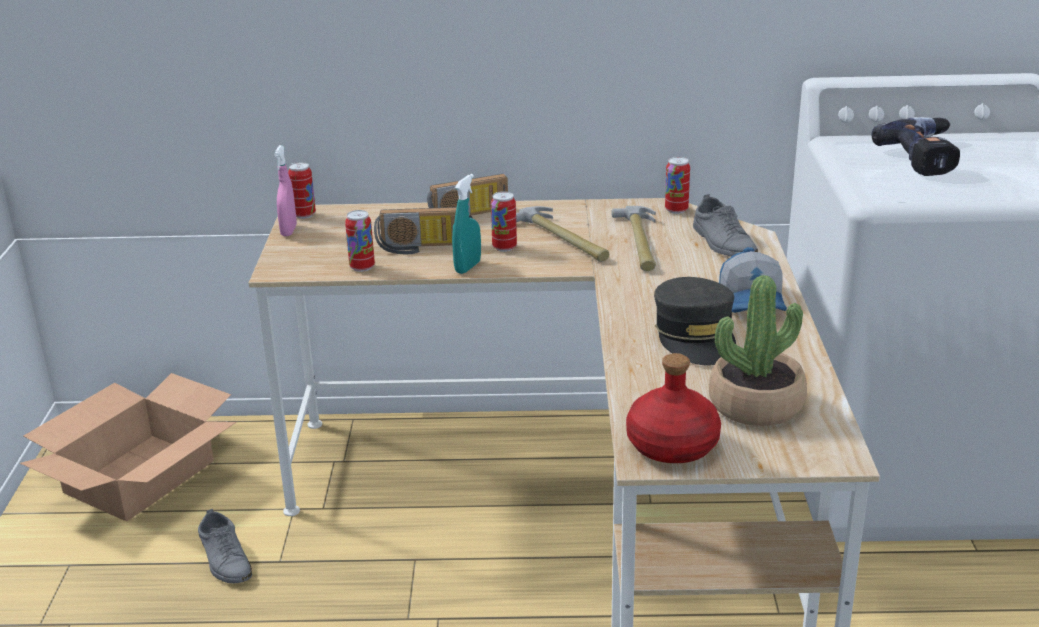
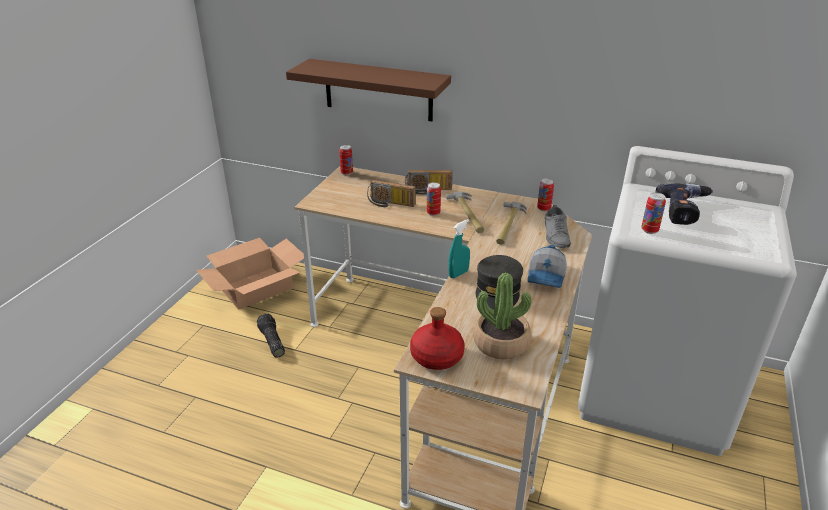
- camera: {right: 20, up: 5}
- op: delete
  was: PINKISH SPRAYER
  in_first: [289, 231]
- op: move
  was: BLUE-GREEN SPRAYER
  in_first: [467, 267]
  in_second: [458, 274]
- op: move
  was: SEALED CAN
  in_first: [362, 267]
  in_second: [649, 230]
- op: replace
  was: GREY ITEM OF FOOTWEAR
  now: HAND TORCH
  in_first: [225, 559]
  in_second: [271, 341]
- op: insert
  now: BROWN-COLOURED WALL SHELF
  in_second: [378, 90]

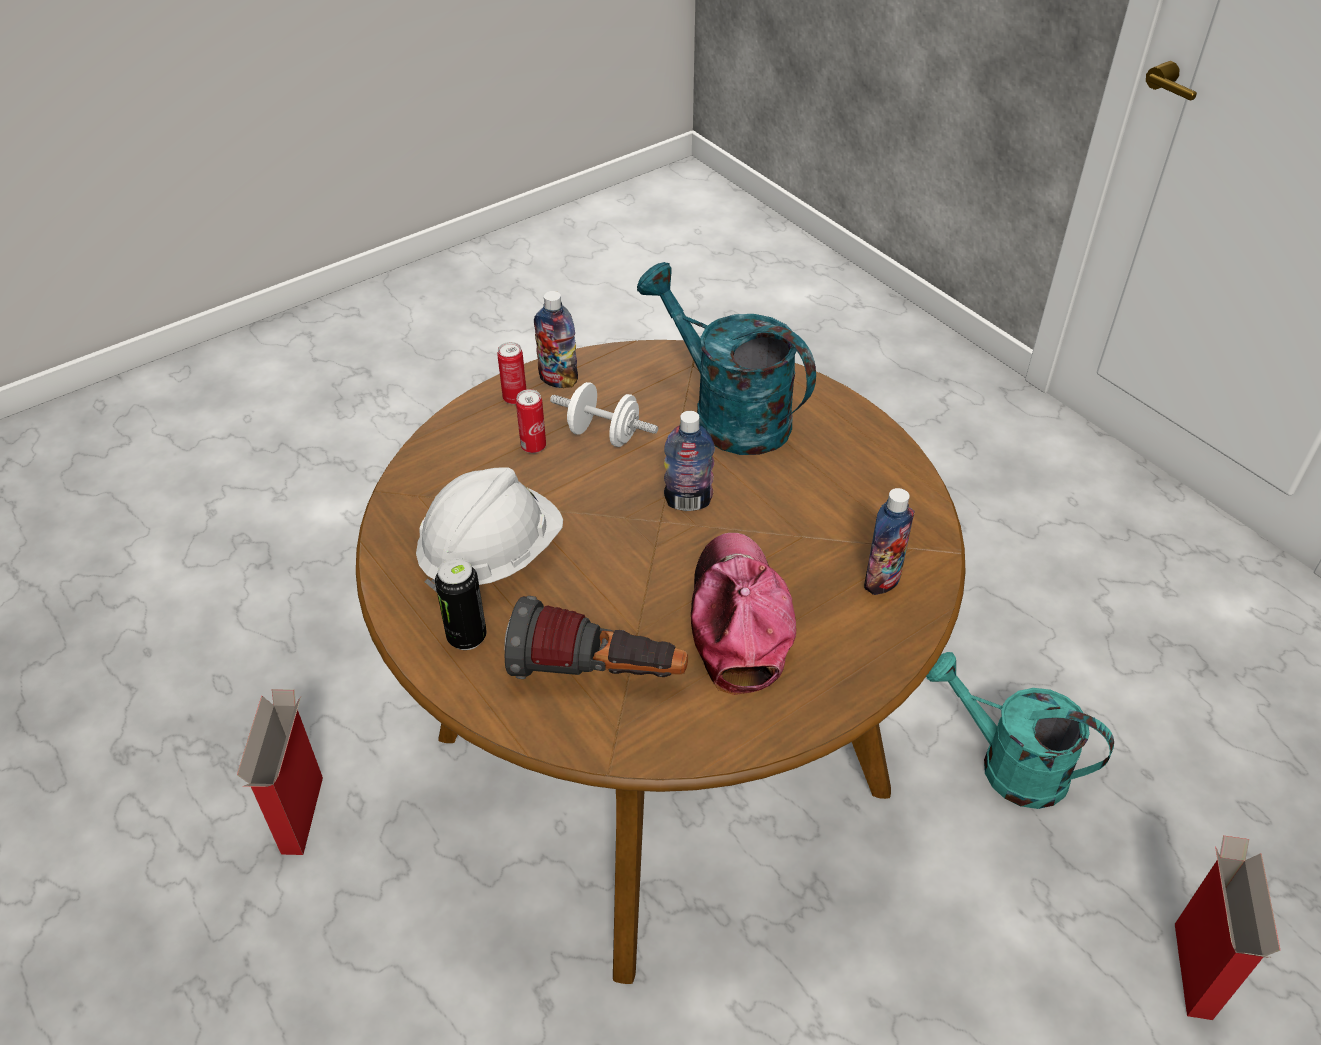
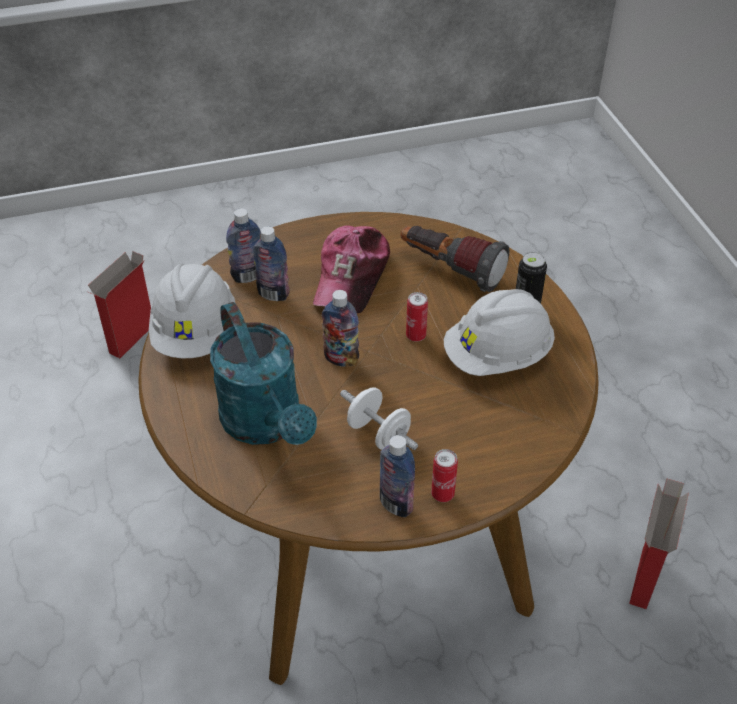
- camera: {right: -160, up: 0}
- op: move
  was: SEALED CAN
  in_first: [533, 446]
  in_second: [416, 336]
- op: delete
  was: BLUE-GREEN SPRINKLING CAN
  in_first: [1008, 765]
- op: insert
  now: BOTTLE
  in_second: [273, 294]
- op: insert
  now: WHITE-COLOURED HARD HAT
  in_second: [195, 333]

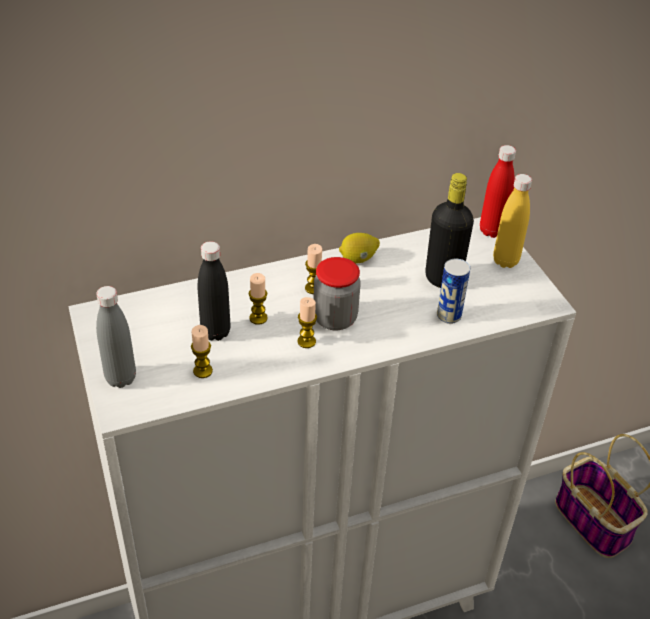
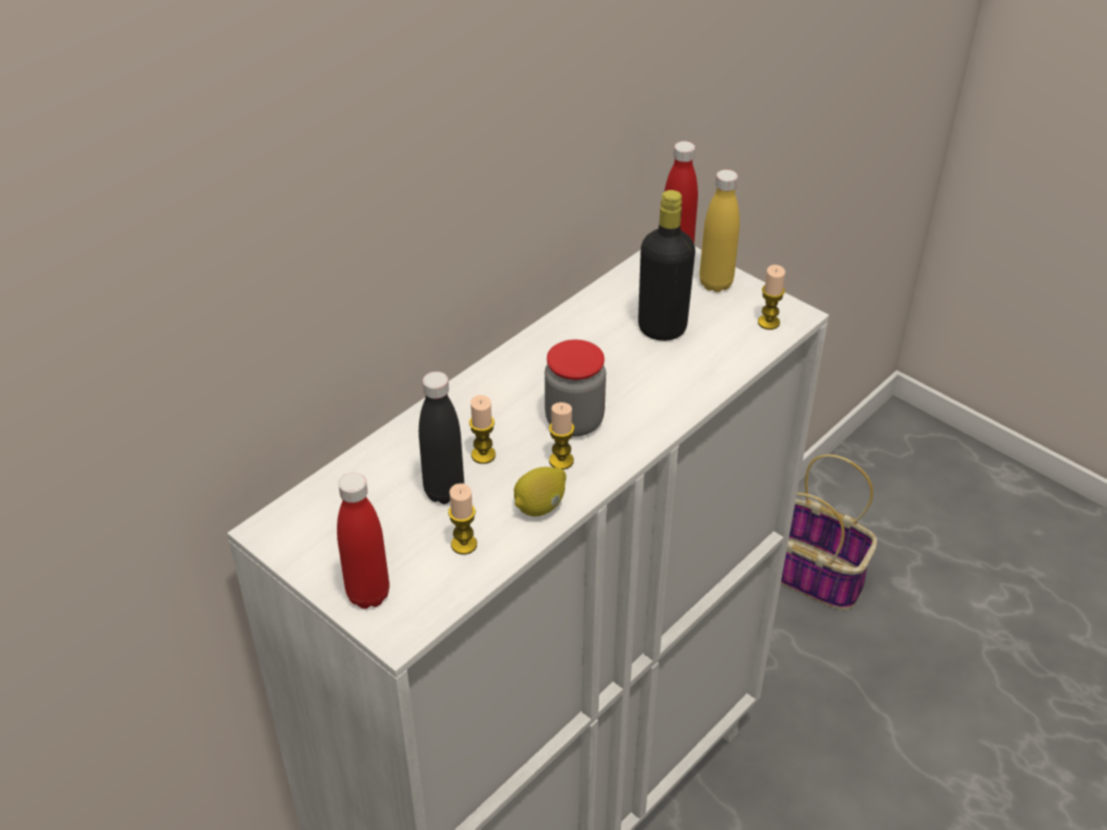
- camera: {right: -25, up: 0}
- op: move
  was: WHOLE LEMON
  in_first: [358, 259]
  in_second: [540, 506]
- op: move
  was: WAX LIGHT
  in_first: [313, 288]
  in_second: [768, 322]
- op: delete
  was: SEALED CAN
  in_first: [449, 316]
- op: recolor
  was: GREY BOTTLE
  now: RED BOTTLE
  in_first: [121, 378]
  in_second: [368, 594]

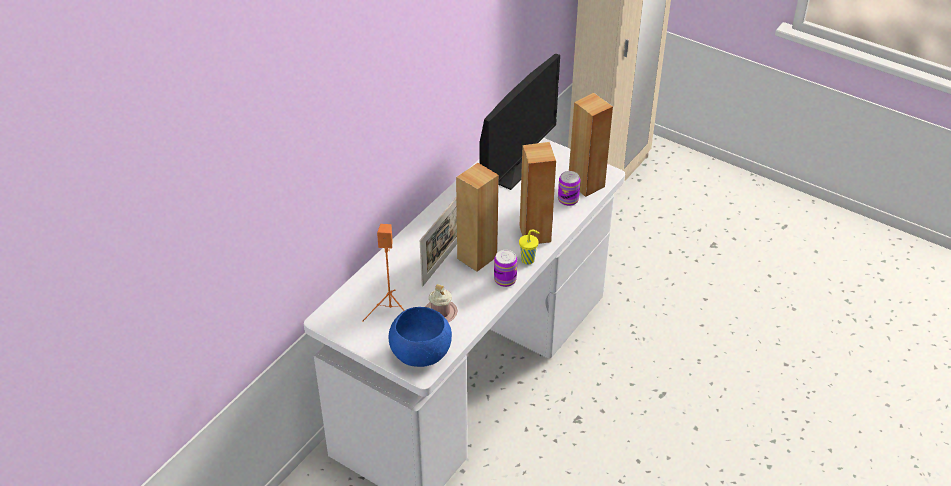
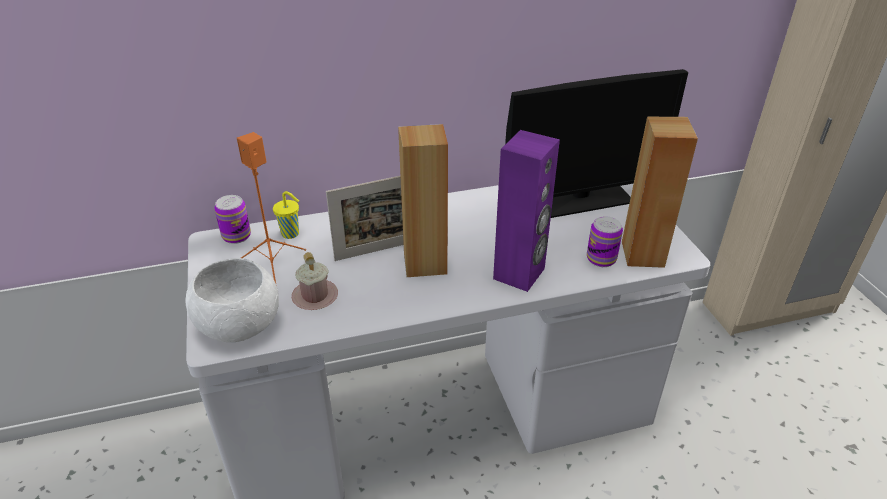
- camera: {right: 40, up: -5}
- op: recolor
  was: BROWN-COLOURED SPEAKER
  now: PURPLE-COLOURED SPEAKER
  in_first: [535, 234]
  in_second: [519, 274]
- op: move
  was: YELLOWISH SMALL CUP
  in_first: [528, 259]
  in_second: [291, 234]
- op: move
  was: SEALED CAN
  in_first: [505, 280]
  in_second: [236, 236]
- op: recolor
  was: BLUISH SERVING BOWL
  now: WHITE-COLOURED SERVING BOWL
  in_first: [420, 353]
  in_second: [239, 324]

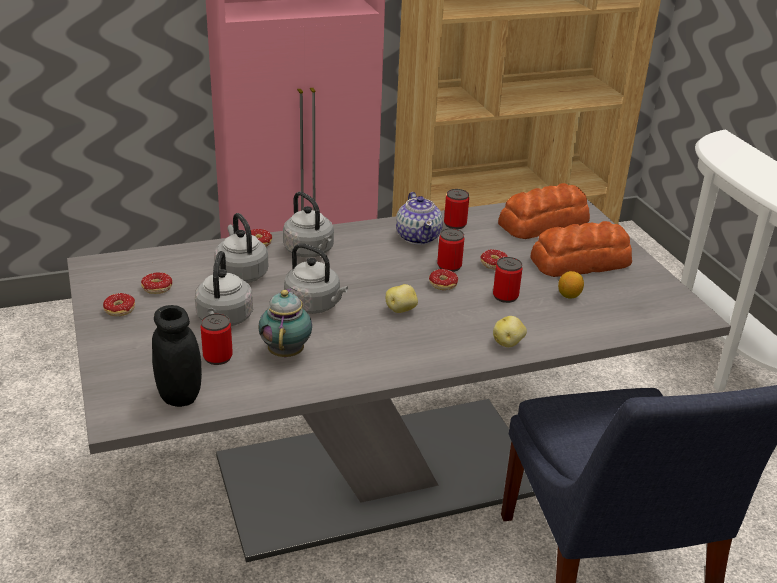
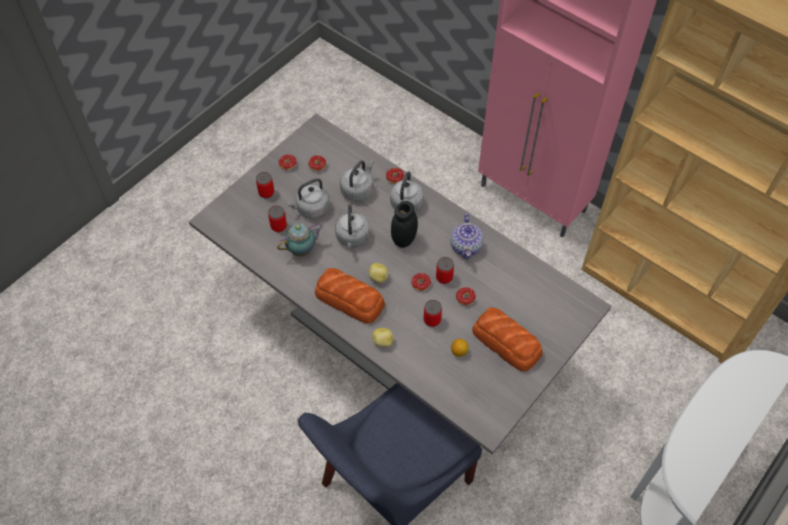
- camera: {right: 60, up: 25}
- op: move
  was: BAKERY BREAD
  in_first: [544, 223]
  in_second: [350, 300]
- op: move
  was: SEALED CAN
  in_first: [455, 224]
  in_second: [266, 192]
- op: rotate
  was: TEA POT
  in_first: [418, 237]
  in_second: [466, 246]
  clockwise: -45
- op: move
  was: BLACK STORAGE JAR
  in_first: [179, 396]
  in_second: [404, 239]

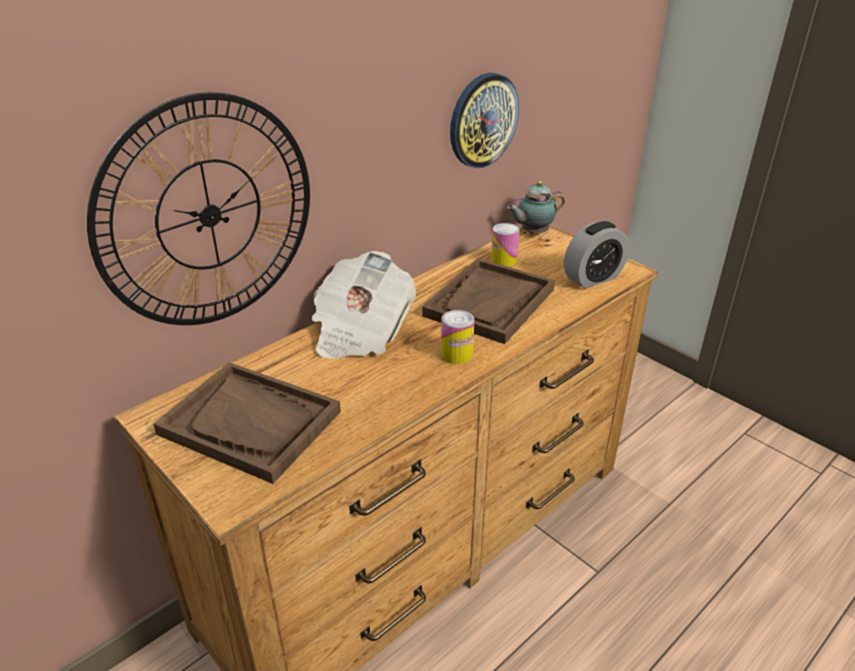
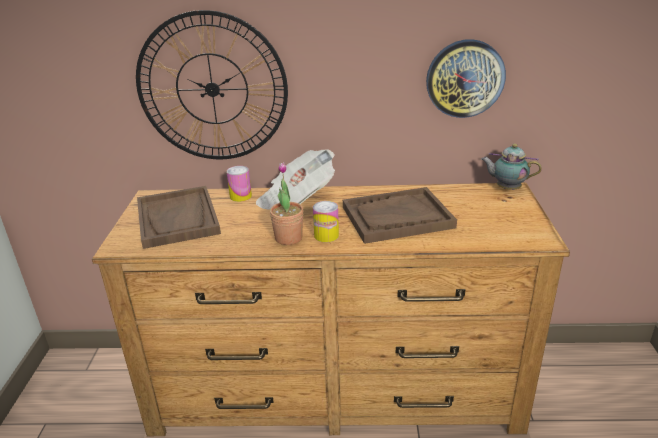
- camera: {right: 45, up: -5}
- op: delete
  was: TABLE CLOCK
  in_first: [593, 278]
- op: move
  was: SEALED CAN
  in_first: [504, 260]
  in_second: [240, 196]
- op: insert
  now: PLANT IN A POT
  in_second: [288, 238]

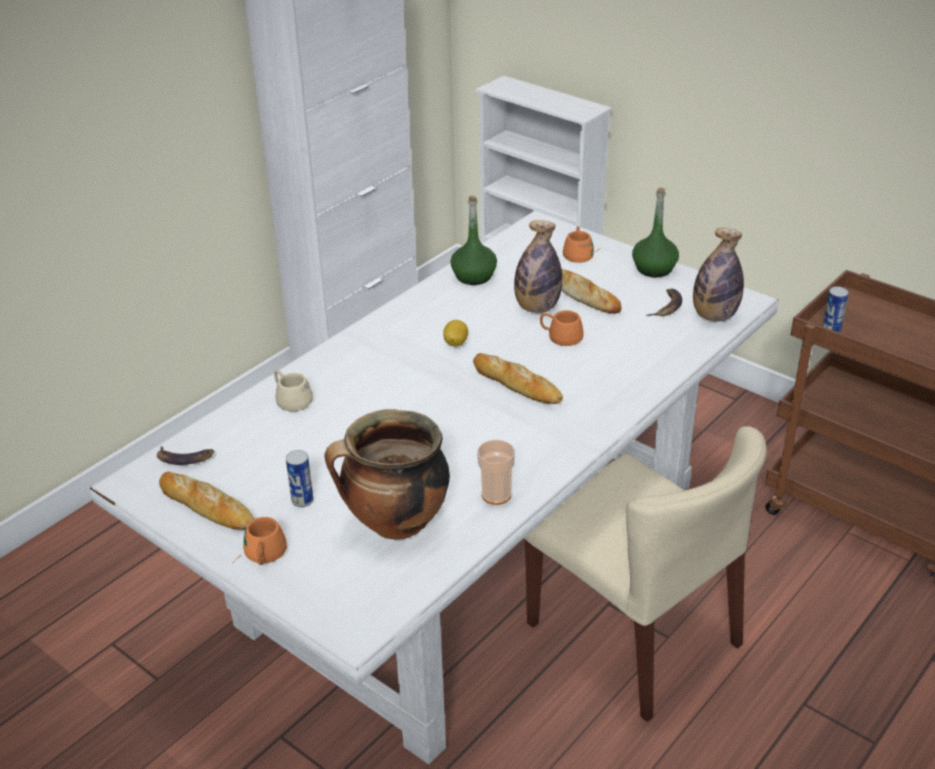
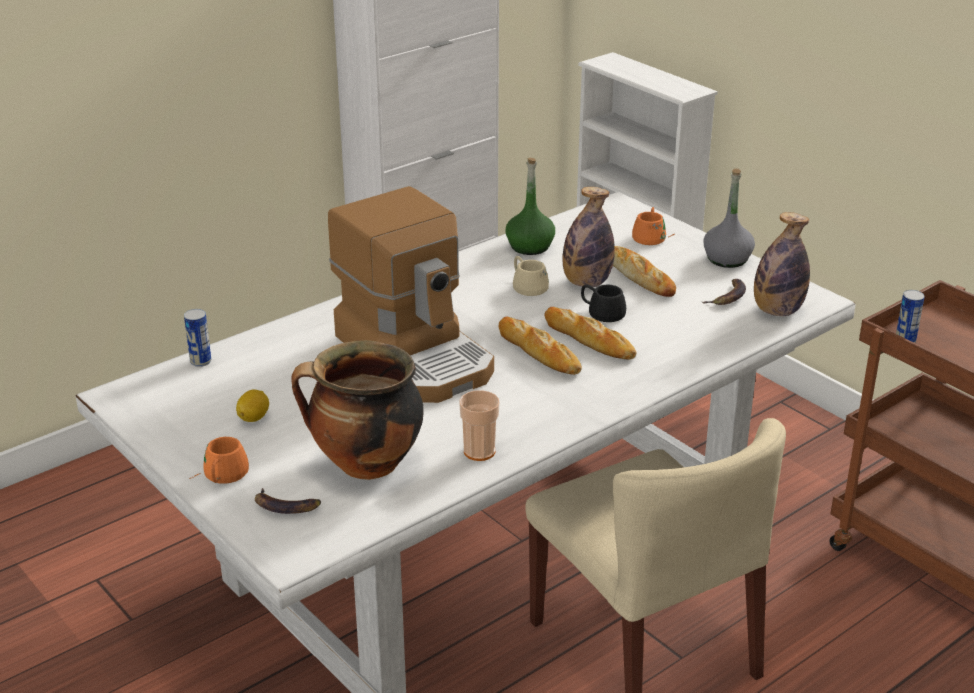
- camera: {right: 10, up: -5}
- op: recolor
  was: GREEN-COLOURED BOTTLE
  now: GREY BOTTLE
  in_first: [654, 269]
  in_second: [727, 259]
- op: recolor
  was: ORANGEY MUG
  now: BLACK MUG
  in_first: [562, 334]
  in_second: [604, 310]
- op: move
  was: WHOLE LEMON
  in_first: [456, 343]
  in_second: [254, 417]
- op: move
  was: BEIGE-COLOURED MUG
  in_first: [294, 397]
  in_second: [531, 285]
- op: move
  was: WHOLE BANANA
  in_first: [184, 458]
  in_second: [286, 506]
- op: move
  was: SEALED CAN
  in_first: [302, 500]
  in_second: [200, 361]
- op: move
  was: BAKERY BREAD
  in_first: [206, 506]
  in_second: [588, 339]
- op: insert
  now: COFFEE MACHINE
  in_second: [417, 355]

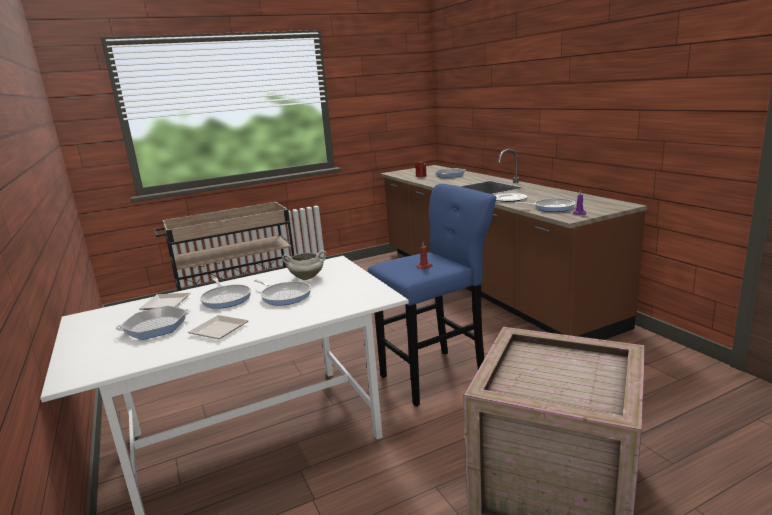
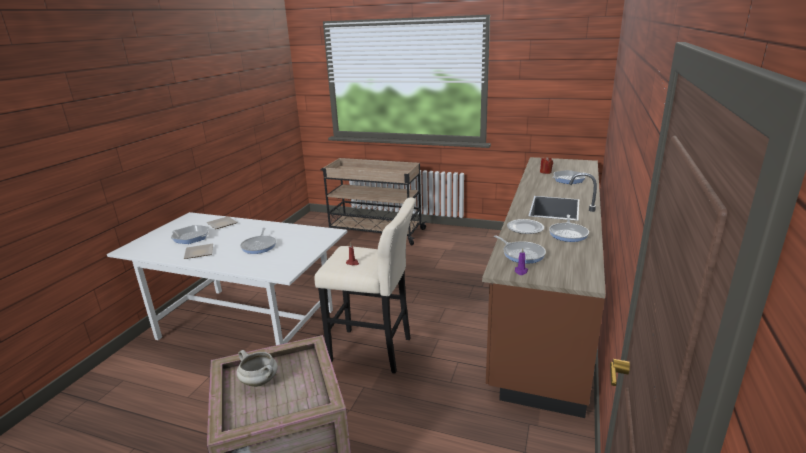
- camera: {right: 45, up: 5}
- op: recolor
  was: BLUISH SITTING STOOL
  now: BEIGE-COLOURED SITTING STOOL
  in_first: [437, 375]
  in_second: [374, 351]
- op: move
  was: WHITE-COLOURED COOKING POT
  in_first: [307, 277]
  in_second: [260, 381]
- op: move
  was: PAN
  in_first: [226, 298]
  in_second: [568, 234]

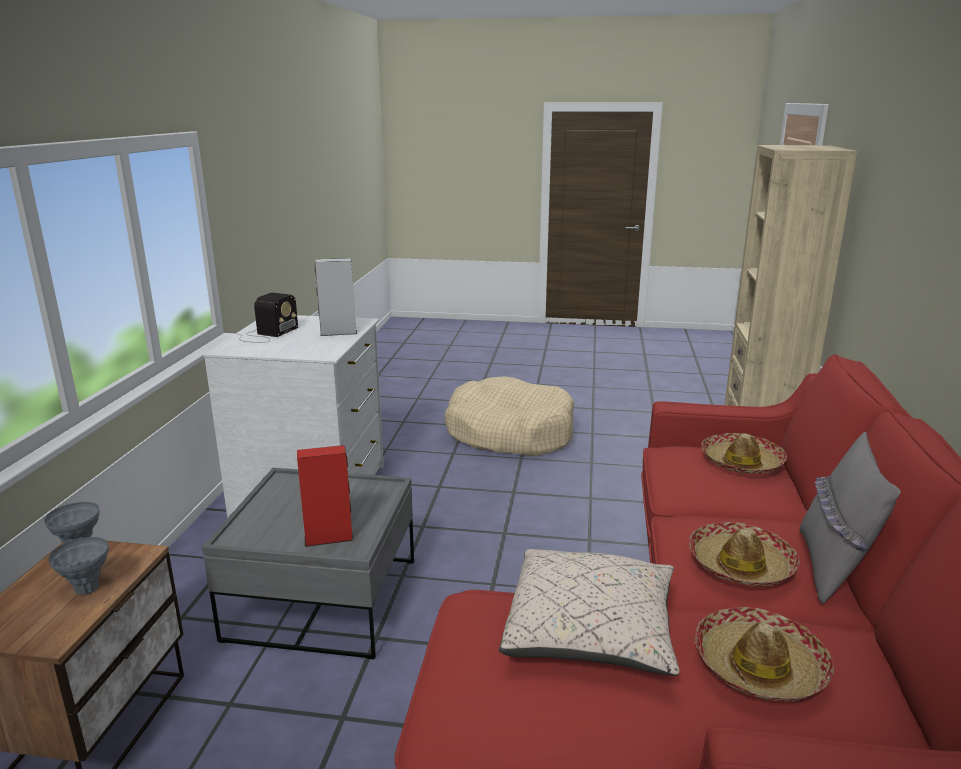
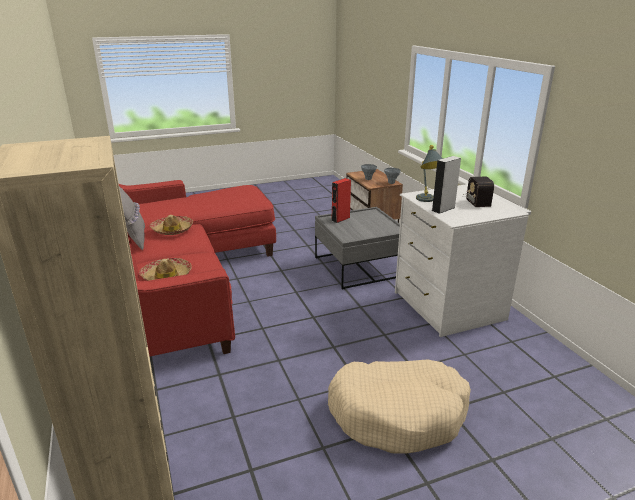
- camera: {right: 150, up: 5}
- op: delete
  was: BEIGE-COLOURED PILLOW
  in_first: [591, 633]
- op: delete
  was: WEARABLE HAT
  in_first: [758, 666]
- op: insert
  now: GREY LAMP FOR A TABLE
  in_second: [427, 201]

